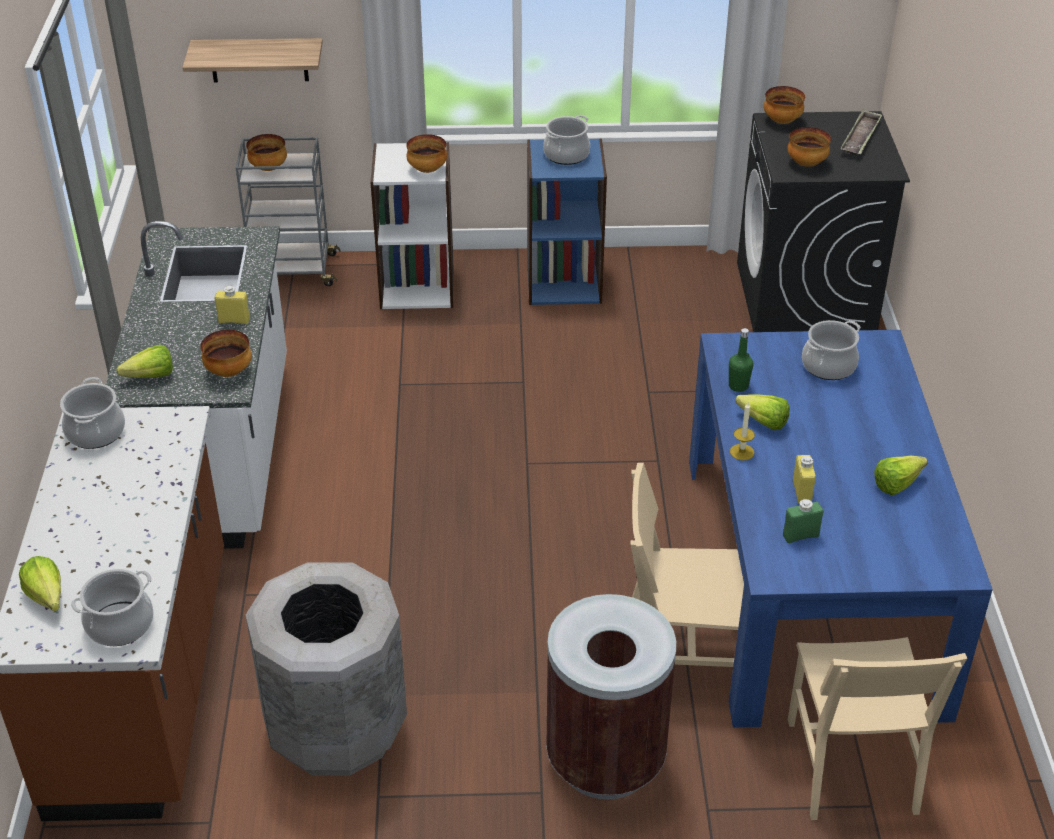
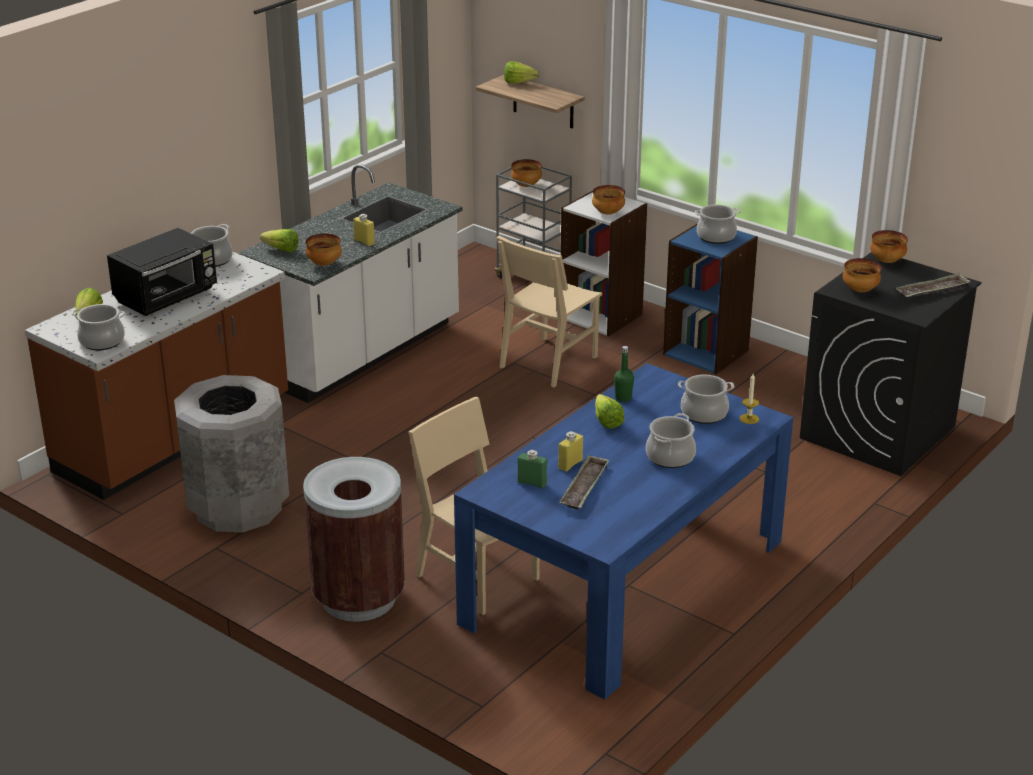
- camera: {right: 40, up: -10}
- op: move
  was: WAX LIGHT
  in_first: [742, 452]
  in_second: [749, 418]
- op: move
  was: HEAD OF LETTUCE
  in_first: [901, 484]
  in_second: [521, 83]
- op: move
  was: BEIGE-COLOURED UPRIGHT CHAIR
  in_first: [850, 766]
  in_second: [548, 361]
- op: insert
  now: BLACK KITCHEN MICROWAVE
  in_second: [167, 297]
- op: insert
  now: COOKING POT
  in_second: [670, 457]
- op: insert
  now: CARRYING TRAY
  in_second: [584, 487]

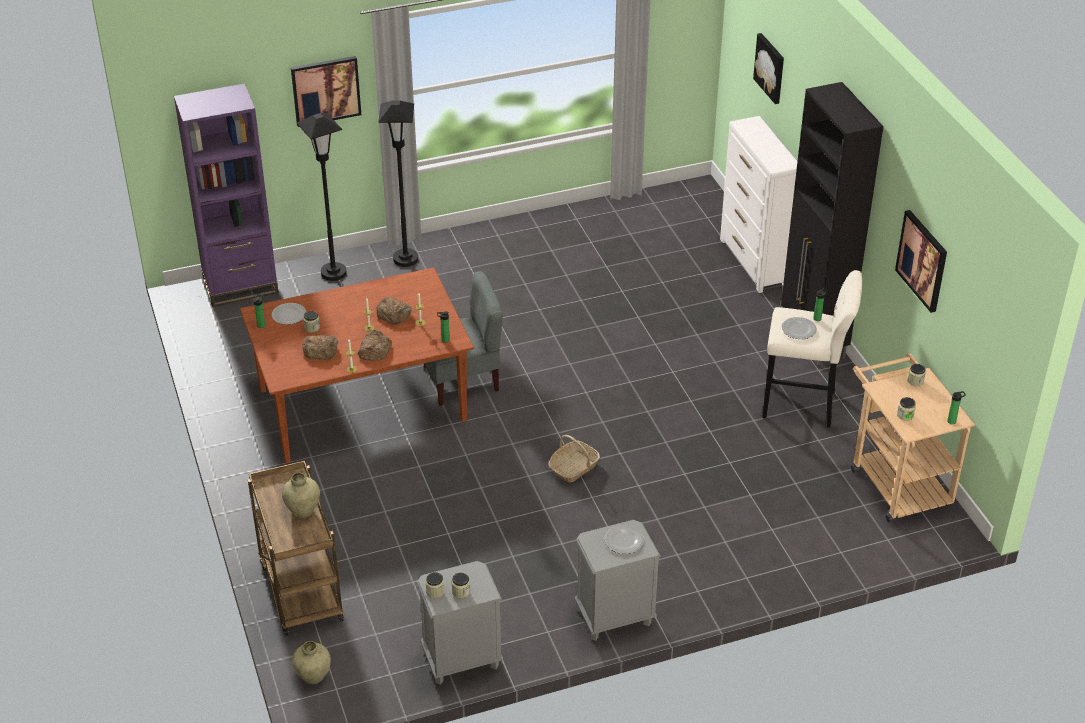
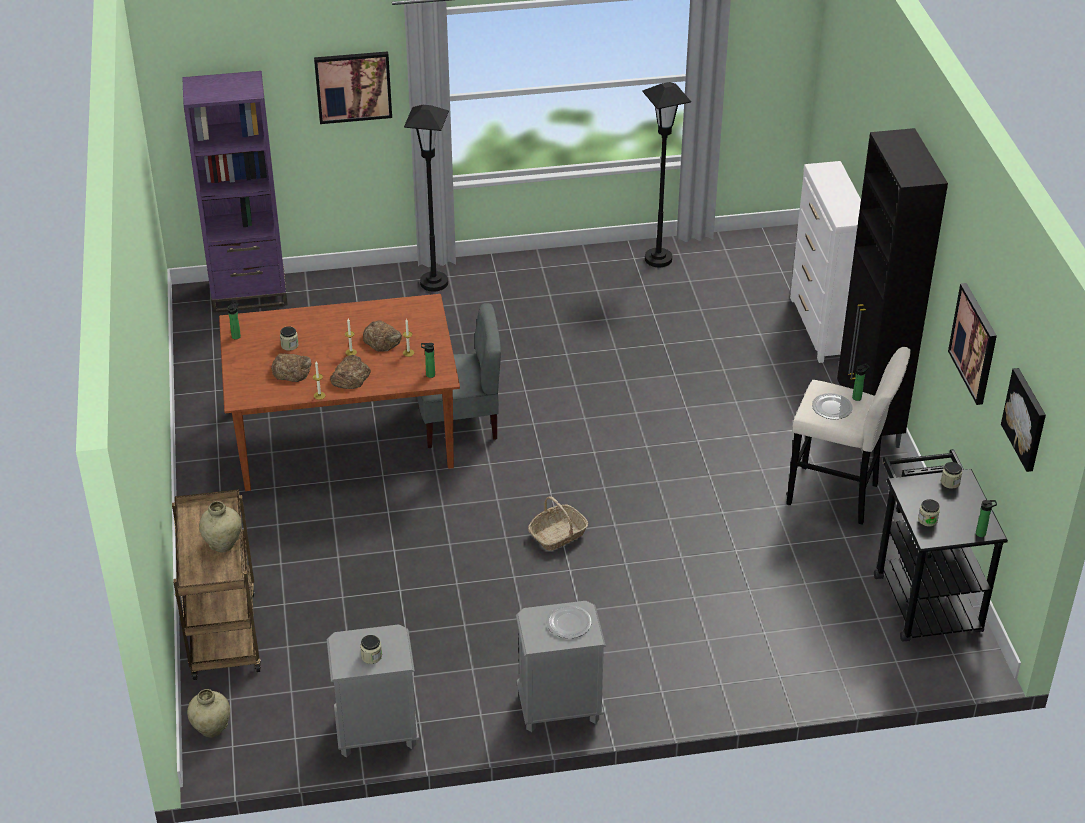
- camera: {right: 10, up: 0}
- op: move
  was: WALL ART
  in_first: [770, 68]
  in_second: [1026, 419]
- op: move
  was: BLACK STANDING LAMP
  in_first: [333, 273]
  in_second: [658, 259]
- op: delete
  was: DINNER PLATE
  in_first: [289, 315]
- op: recolor
  was: BEIGE-COLOURED TROLLEY
  now: BLACK TROLLEY
  in_first: [896, 481]
  in_second: [923, 595]
- op: delete
  was: STORAGE JAR
  in_first: [435, 591]

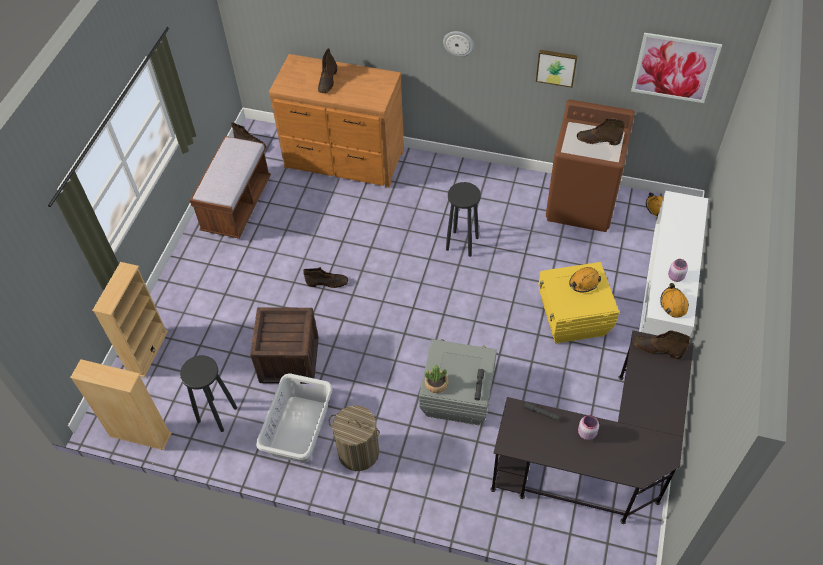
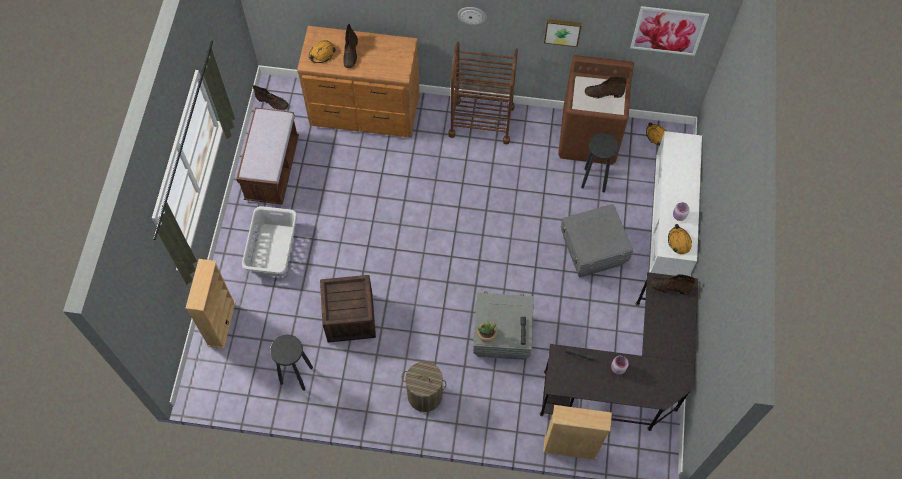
- camera: {right: -10, up: 10}
- op: move
  was: BLACK SITTING STOOL
  in_first: [462, 244]
  in_second: [595, 180]
- op: recolor
  was: YELLOWISH STORAGE BOX
  now: GREY STORAGE BOX
  in_first: [572, 319]
  in_second: [592, 253]
- op: delete
  was: BROWN-COLOURED TALL BOOT
  in_first: [327, 282]
- op: move
  was: ORANGEY HARD HAT
  in_first: [584, 282]
  in_second: [322, 54]
- op: move
  was: BEIGE-COLOURED SHELVING UNIT
  in_first: [140, 435]
  in_second: [570, 447]
- op: move
  was: GREY HAMPER
  in_first: [298, 429]
  in_second: [272, 250]
- op: insert
  now: BROWN-COLOURED TROLLEY
  in_second: [481, 121]

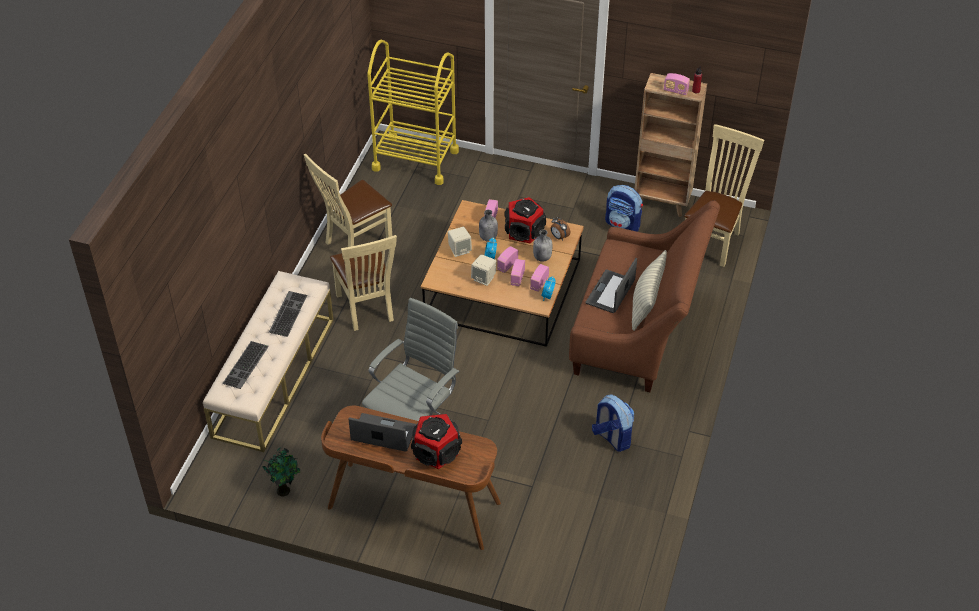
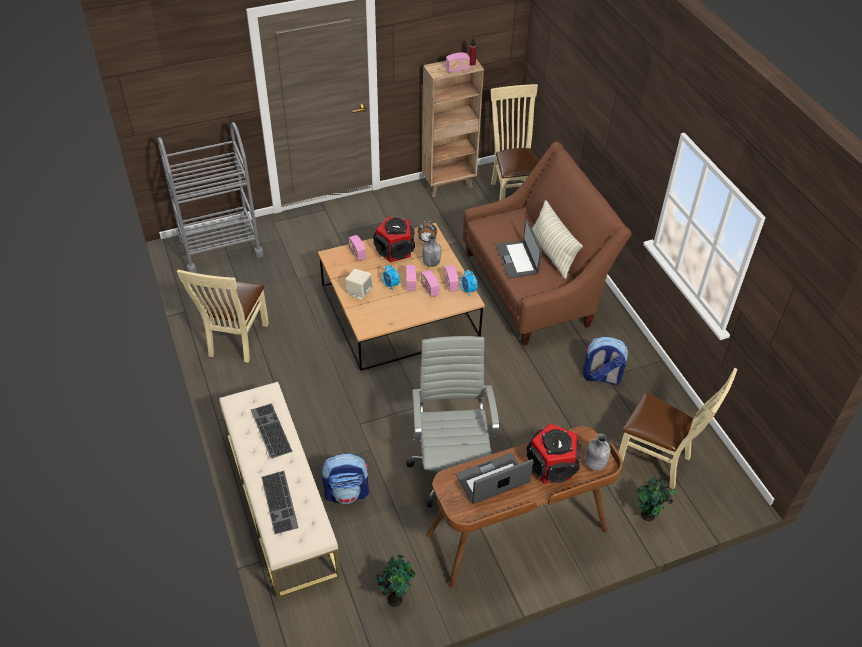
- camera: {right: -40, up: 0}
- op: recolor
  was: YELLOWISH TROLLEY
  now: GREY TROLLEY
  in_first: [415, 160]
  in_second: [220, 247]
- op: move
  was: BACKPACK
  in_first: [623, 224]
  in_second: [347, 492]
- op: move
  was: GREY BOTTLE
  in_first: [487, 237]
  in_second: [594, 464]
- op: move
  was: BEIGE-COLOURED UPRIGHT CHAIR
  in_first: [367, 309]
  in_second: [658, 461]
- op: delete
  was: BEIGE-COLOURED SPEAKER
  in_first: [484, 278]
- op: insert
  now: PLANT IN A POT
  in_second: [647, 516]

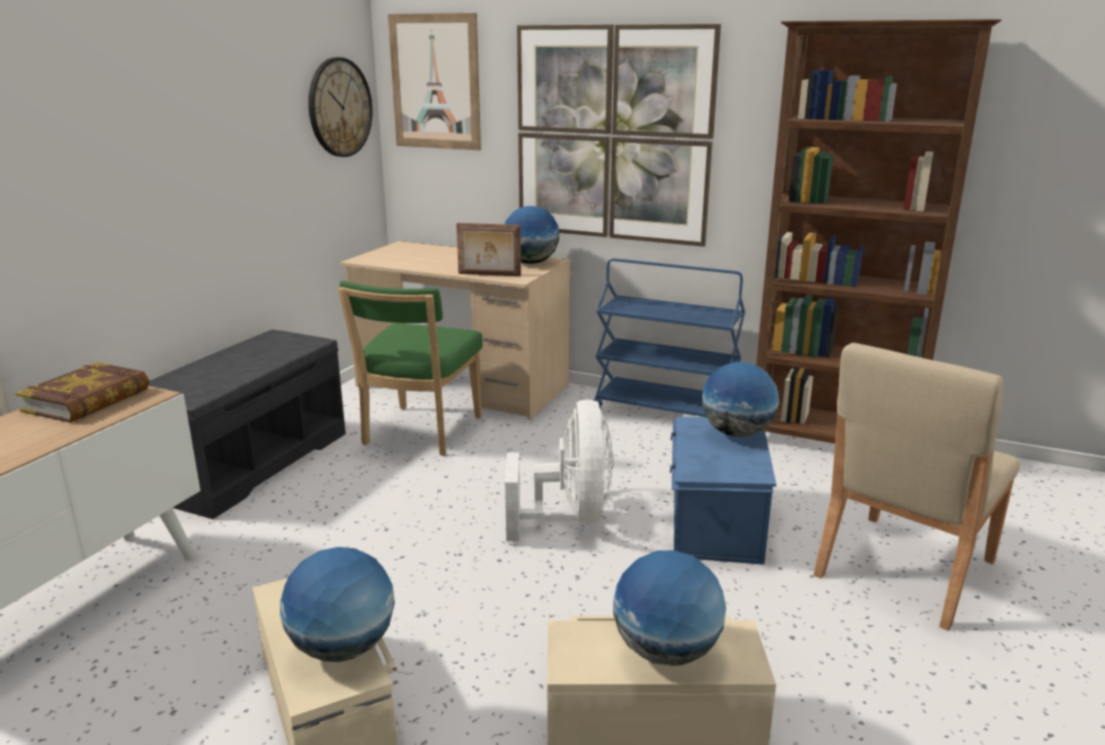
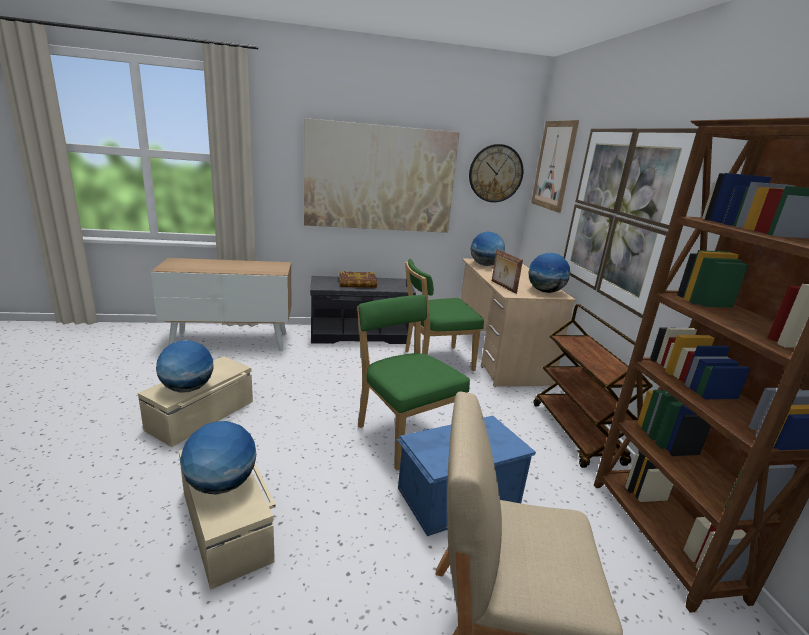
- camera: {right: 55, up: 0}
- op: recolor
  was: BLUISH TROLLEY
  now: BROWN-COLOURED TROLLEY
  in_first: [665, 413]
  in_second: [577, 433]
- op: move
  was: VOLUME
  in_first: [88, 400]
  in_second: [357, 283]
- op: move
  was: GLOBE
  in_first: [737, 433]
  in_second: [485, 265]
- op: replace
  was: WHITE-COLOURED ELECTRIC FAN
  now: GREEN-COLOURED UPRIGHT CHAIR
  in_first: [570, 517]
  in_second: [403, 434]
- op: insert
  now: WALL ART
  in_second: [380, 178]

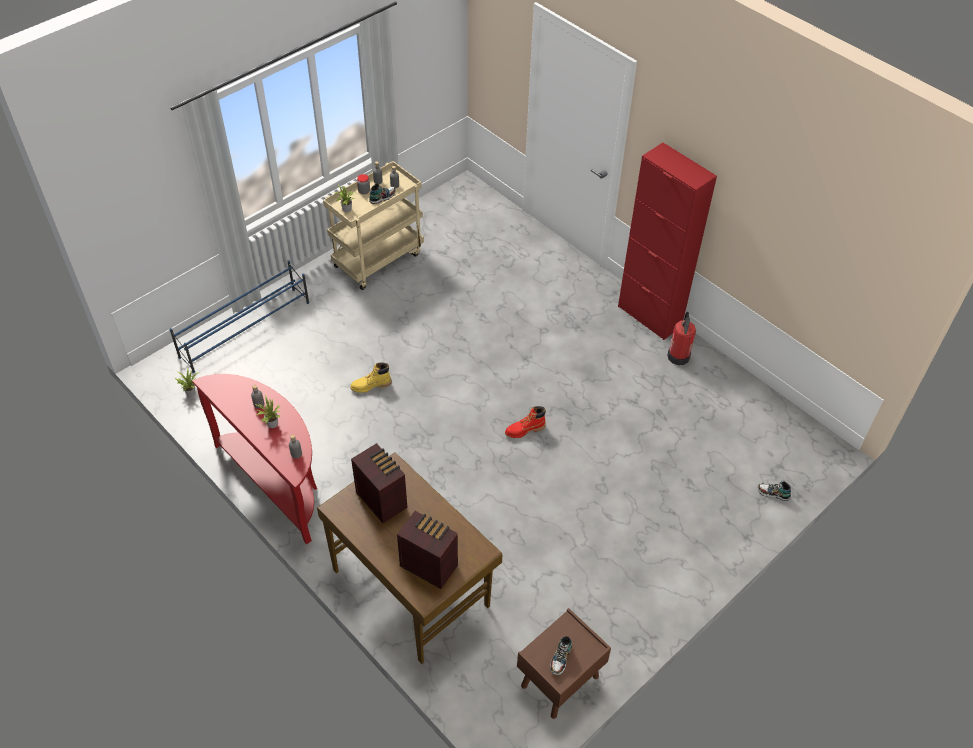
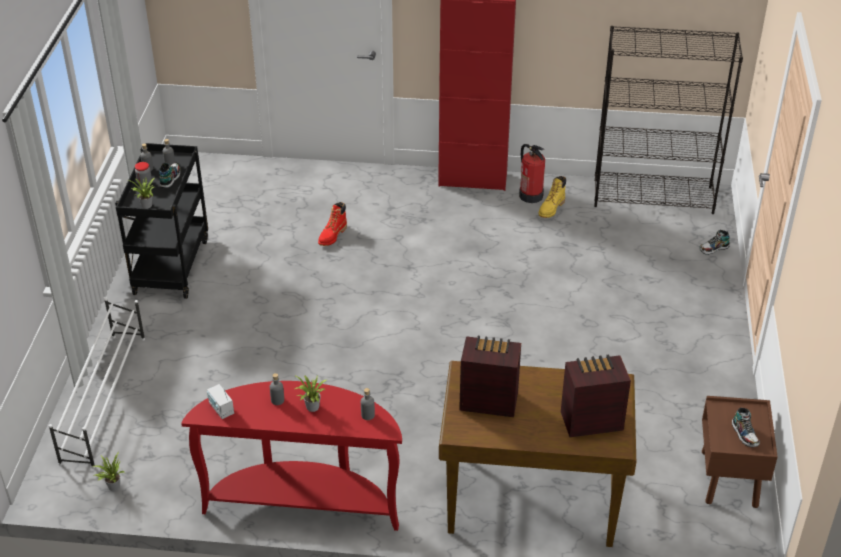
- camera: {right: -40, up: -10}
- op: recolor
  was: BEIGE-COLOURED TROLLEY
  now: BLACK TROLLEY
  in_first: [378, 259]
  in_second: [170, 265]
- op: recolor
  was: BLUISH SHOE SHELF
  now: WHITE-COLOURED SHOE SHELF
  in_first: [246, 329]
  in_second: [104, 398]
- op: move
  was: YELLOWISH TALL BOOT
  in_first: [371, 385]
  in_second: [551, 209]
- op: move
  was: RED TALL BOOT
  in_first: [525, 430]
  in_second: [332, 236]
- op: insert
  now: BLACK SHELVING UNIT
  in_second: [654, 196]
- op: insert
  now: RADIO
  in_second: [221, 409]

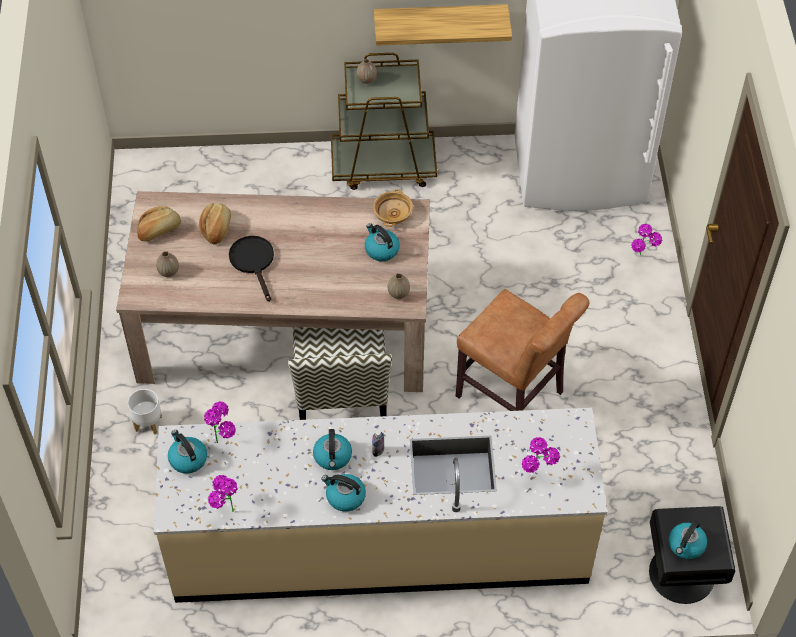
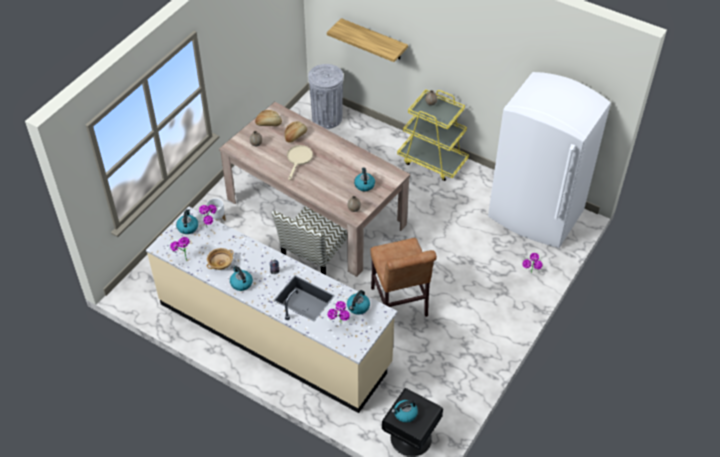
- camera: {right: 35, up: -5}
- op: move
  was: WALL SHELF
  in_first: [440, 20]
  in_second: [374, 39]
- op: recolor
  was: BROWN-COLOURED TROLLEY
  now: YELLOWISH TROLLEY
  in_first: [384, 166]
  in_second: [432, 161]
- op: move
  was: BEIGE-COLOURED SERVING BOWL
  in_first: [392, 214]
  in_second: [220, 263]
- op: recolor
  was: BLACK PAN
  now: BEIGE-COLOURED PAN
  in_first: [254, 262]
  in_second: [299, 159]
- op: move
  was: WATER KETTLE
  in_first: [333, 457]
  in_second: [358, 307]
- op: insert
  now: GREY WASTE BIN
  in_second: [327, 118]

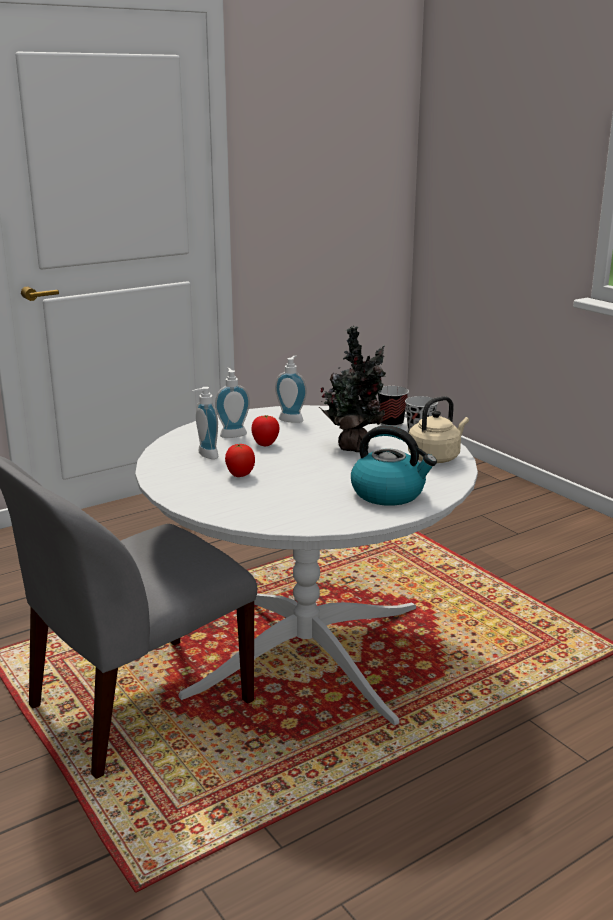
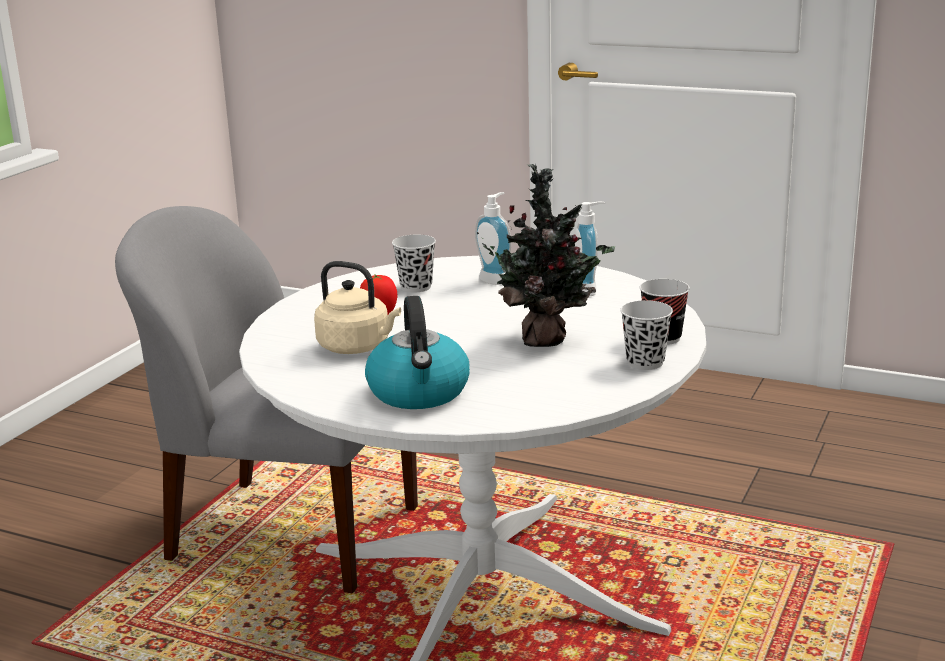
- camera: {right: 60, up: 0}
- op: replace
  was: SOAP DISPENSER
  now: BLACK SMALL CUP
  in_first: [205, 455]
  in_second: [416, 287]
- op: move
  was: BEIGE-COLOURED WATER KETTLE
  in_first: [436, 457]
  in_second: [357, 347]
- op: delete
  was: TOMATO
  in_first: [265, 445]

